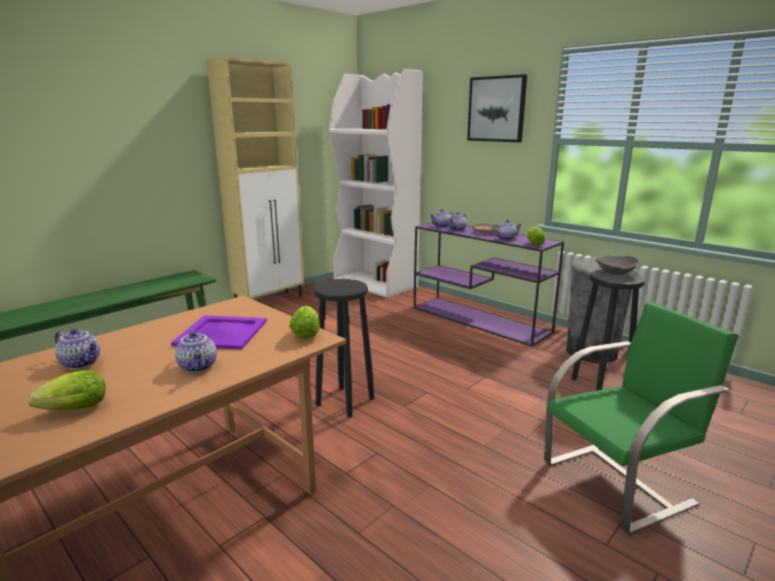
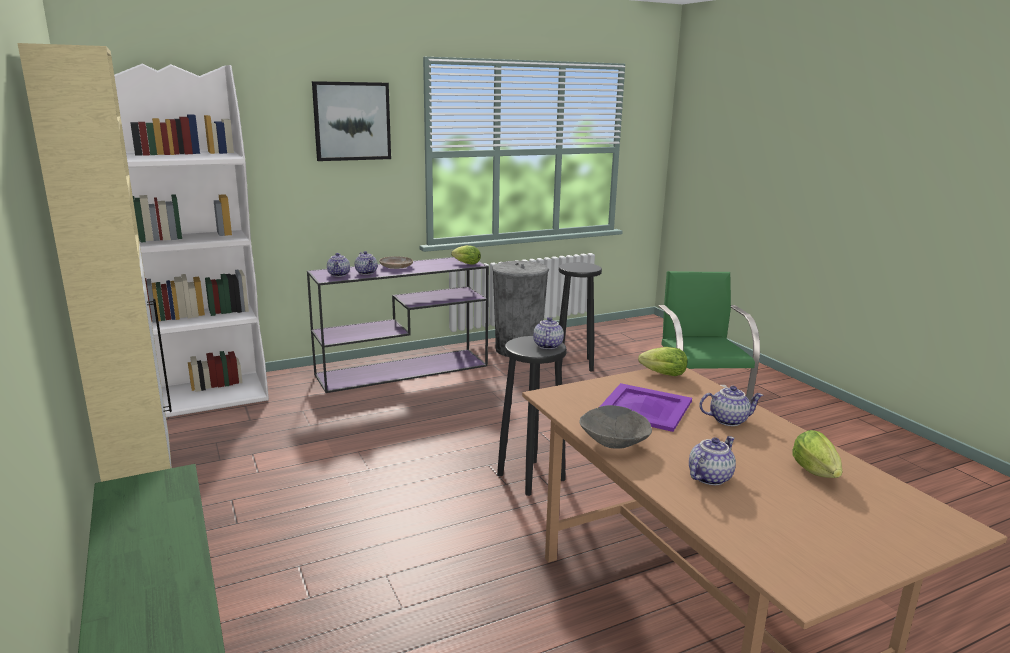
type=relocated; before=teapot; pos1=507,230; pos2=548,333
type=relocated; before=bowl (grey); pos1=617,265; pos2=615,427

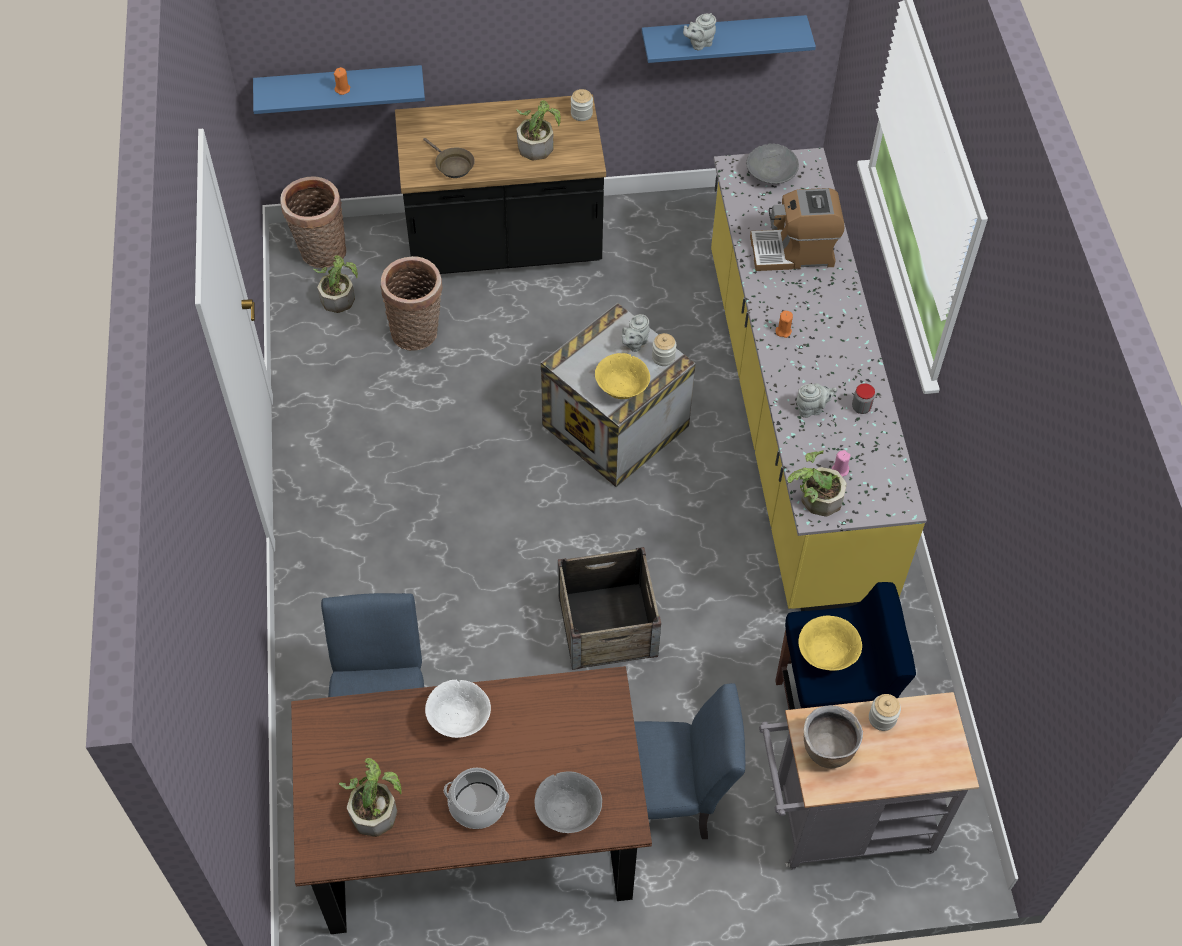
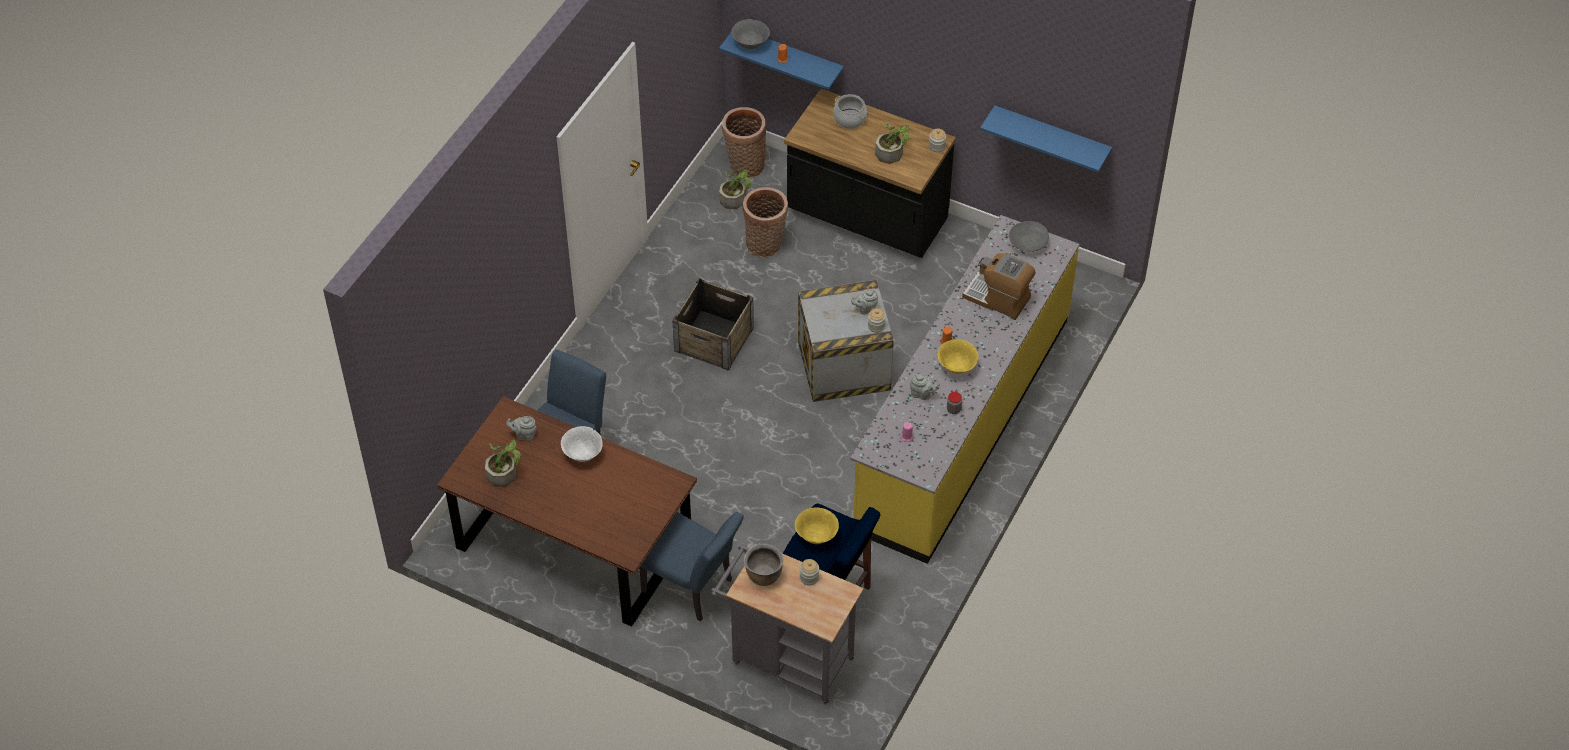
type=missing; before=frying pan (brown); pos1=449,158
type=missing; before=potted plant; pos1=817,483
type=relocated; before=cooking pot; pos1=476,798; pos2=850,111
type=relocated; before=bowl (grey); pos1=568,802; pos2=750,34
type=relocated; before=crate; pos1=609,608; pos2=713,325
type=relocated; before=bowl (yellow); pos1=622,376; pos2=957,356
type=relocated; before=teapot (grey); pos1=699,31; pos2=521,428

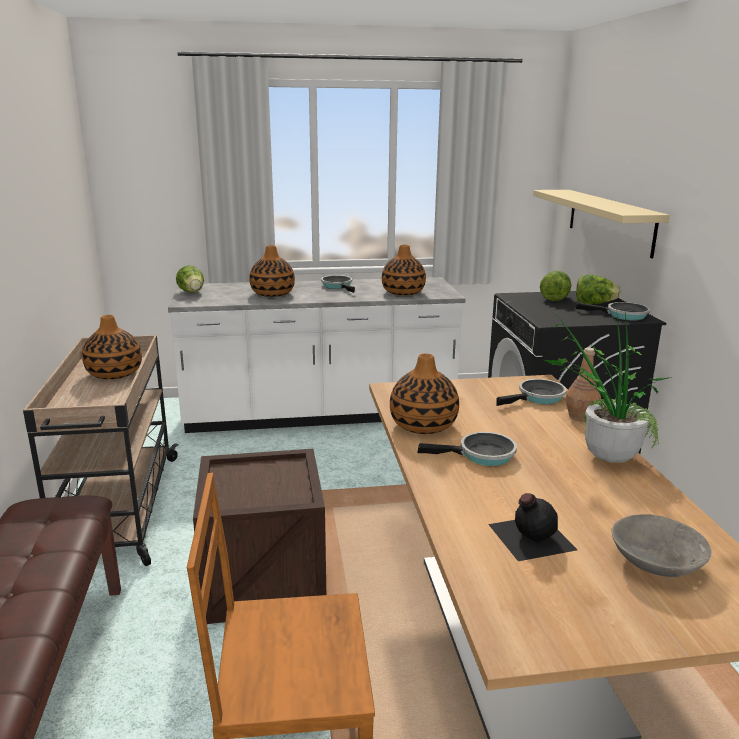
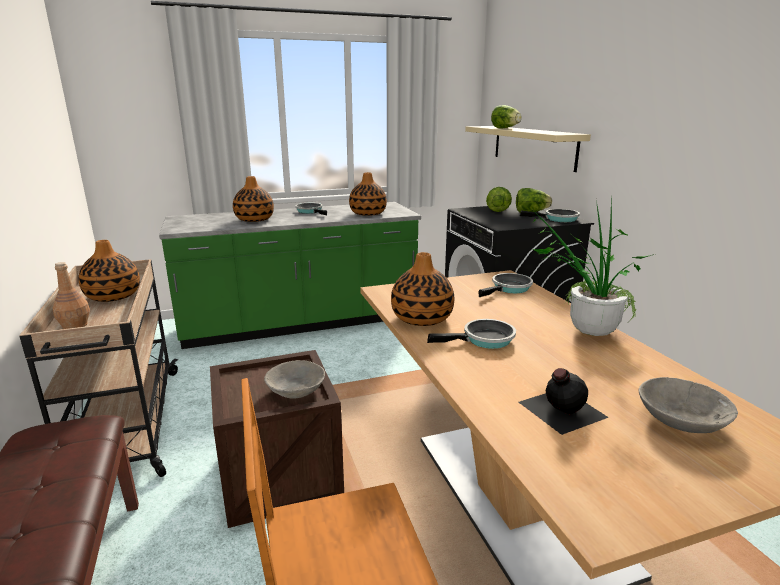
type=appeared; after=bowl (grey); pos2=294,379
type=relocated; before=lettuce; pos1=190,279; pos2=506,117
type=relocated; before=bottle (brown); pos1=583,384; pos2=71,295
type=colour; before=counter (white); after=counter (green); pos1=316,355; pos2=290,275

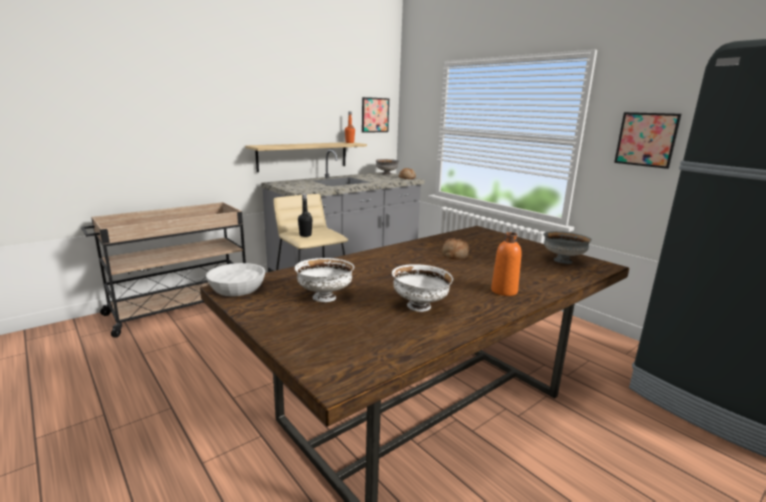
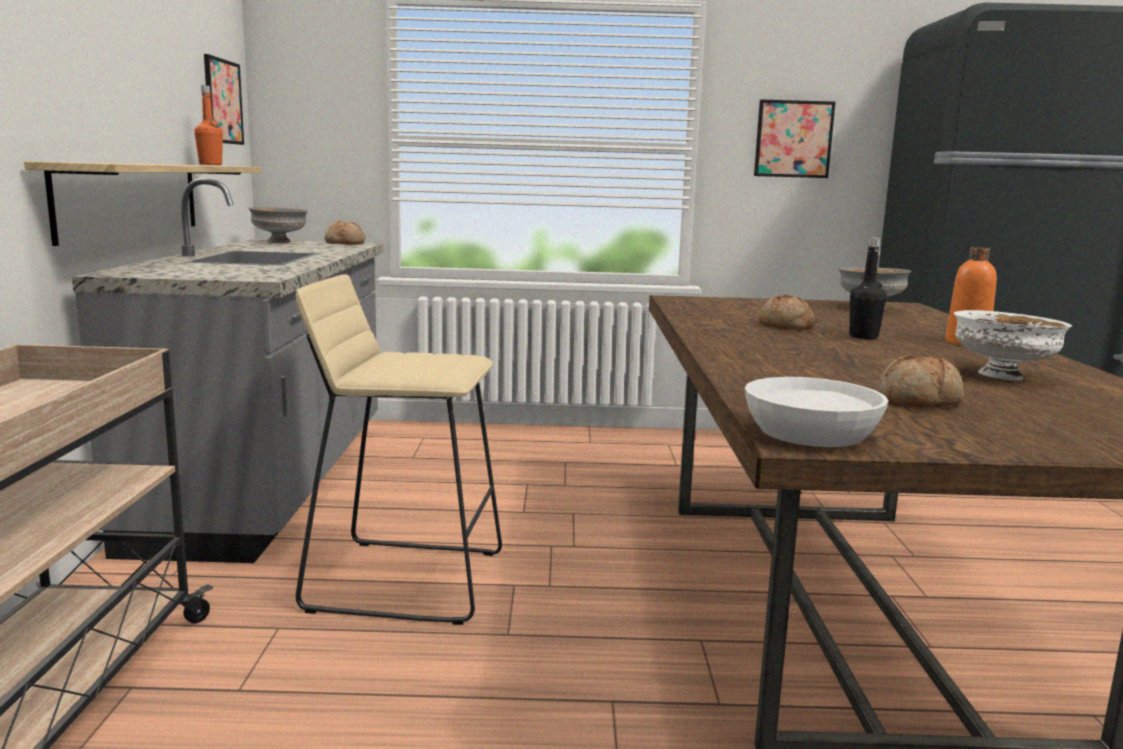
type=relocated; before=bottle (black); pos1=305,215; pos2=868,288
type=exchanged; before=bowl (white); after=bread; pos1=324,280; pos2=920,381

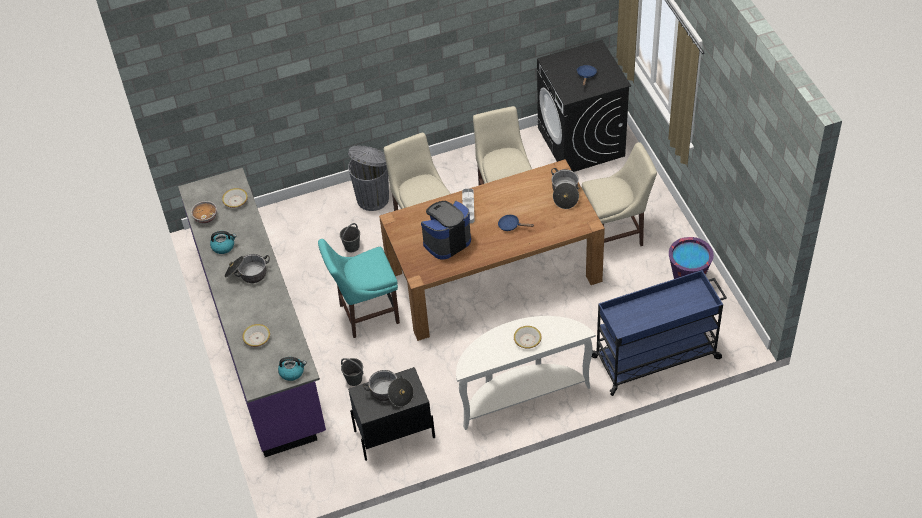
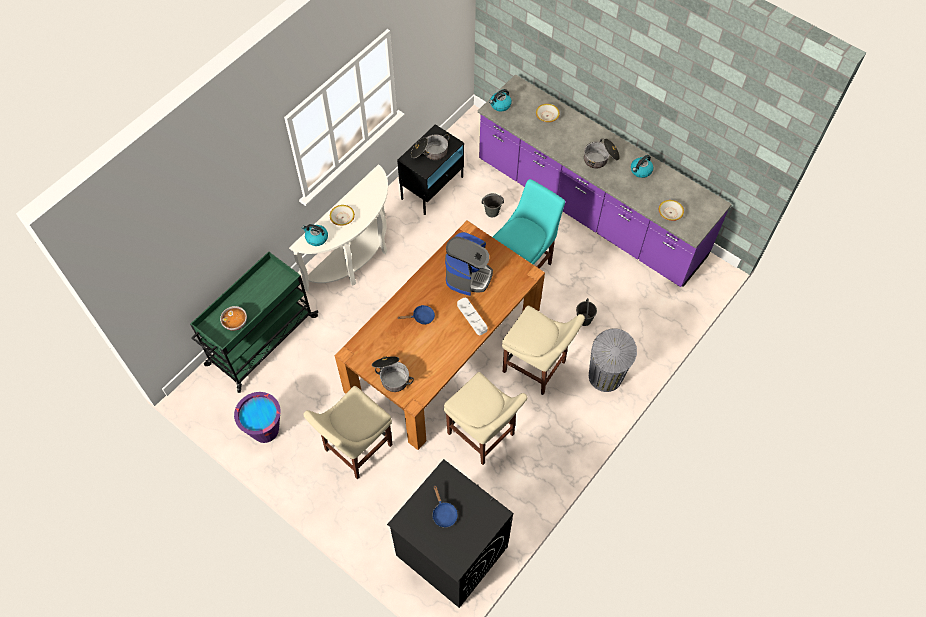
type=appeared; after=kettle; pos2=314,235
type=relocated; before=bowl; pos1=204,212; pos2=233,318
type=colour; before=cart (blue); after=cart (green); pos1=659,333; pos2=254,322

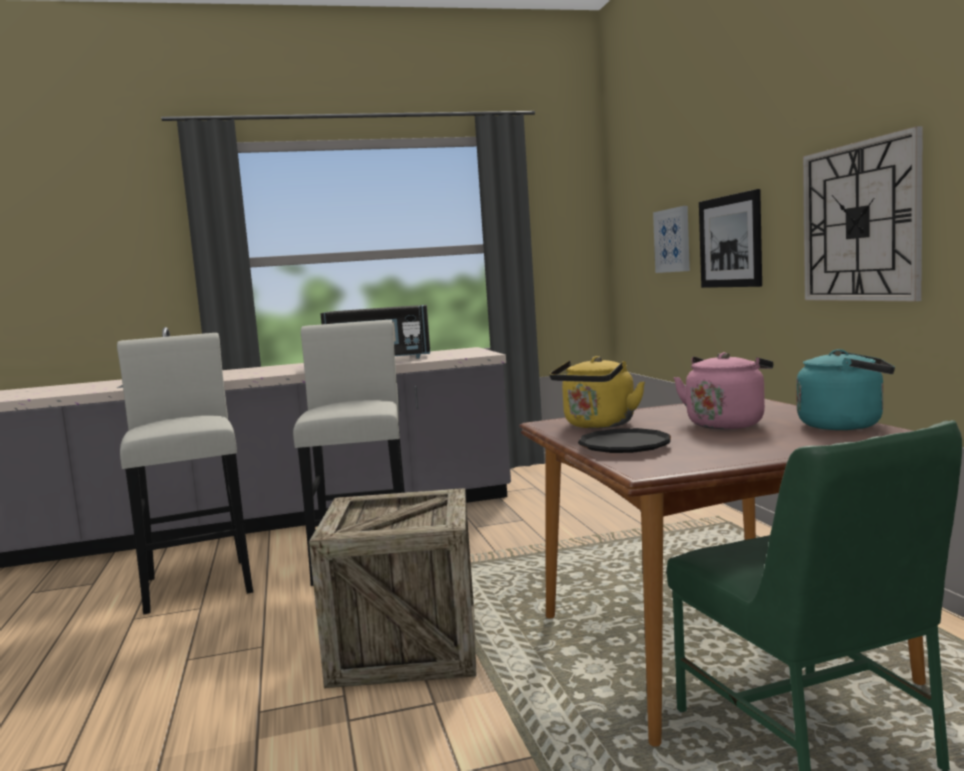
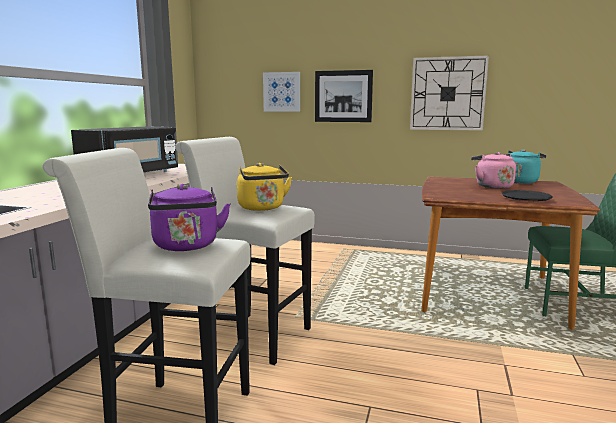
type=missing; before=crate; pos1=393,588
type=appeared; after=kettle (purple); pos2=189,217
type=relocated; before=kettle (yellow); pos1=597,392; pos2=264,187

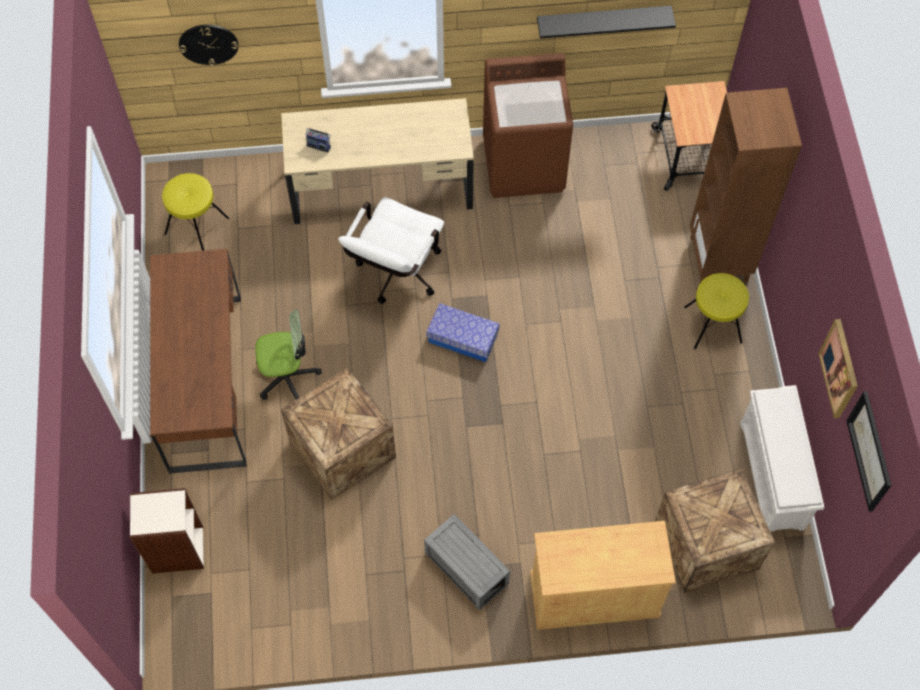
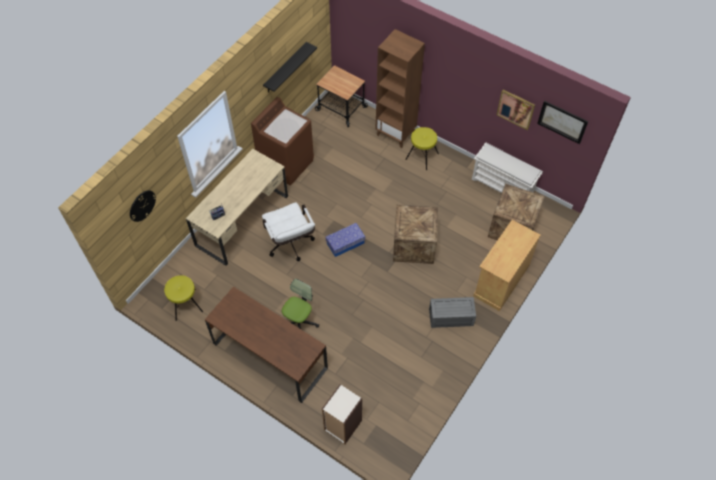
type=relocated; before=crate; pos1=338,433; pos2=415,234

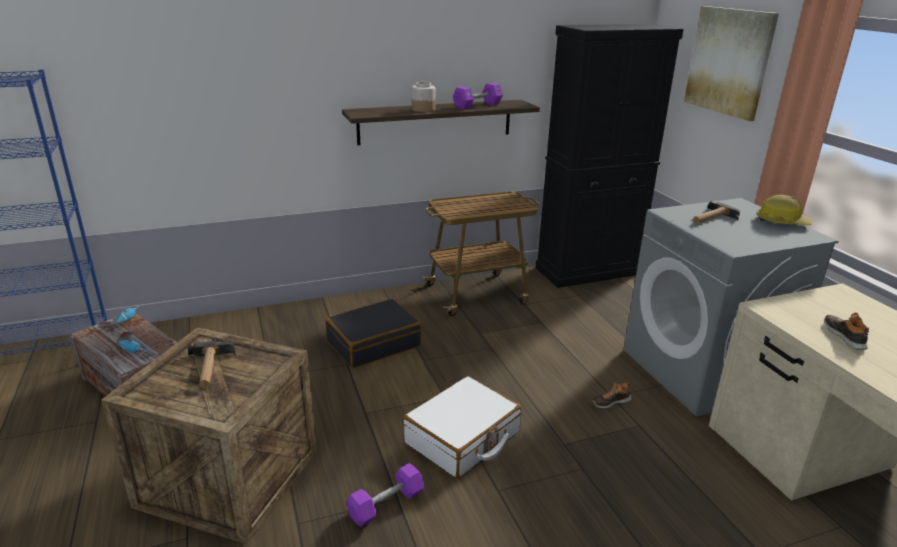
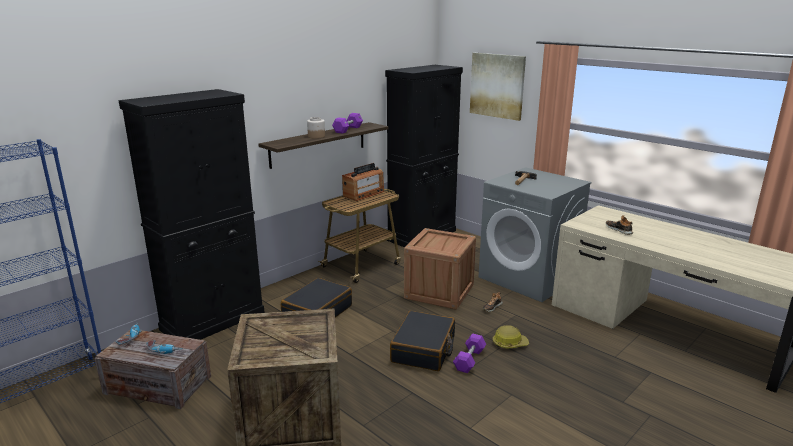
type=missing; before=hammer; pos1=212,364
type=appeared; after=cabinet (black); pos2=192,214
type=appeared; after=radio; pos2=363,182
type=appeared; after=crate; pos2=440,268
type=relocated; before=dumbbell (purple); pos1=385,495; pos2=469,353
type=relocated; before=hard hat; pos1=784,210; pos2=511,336
type=colour; before=suitcase (white); after=suitcase (black); pos1=462,427; pos2=422,341

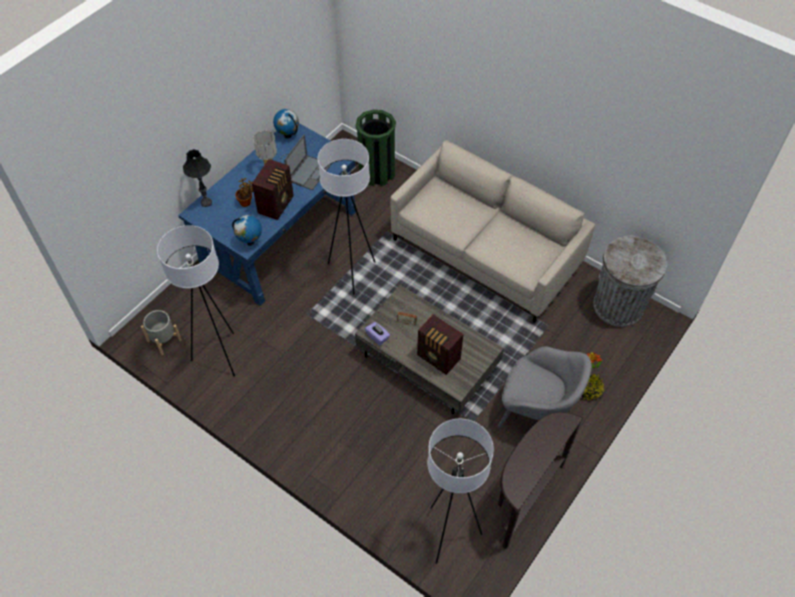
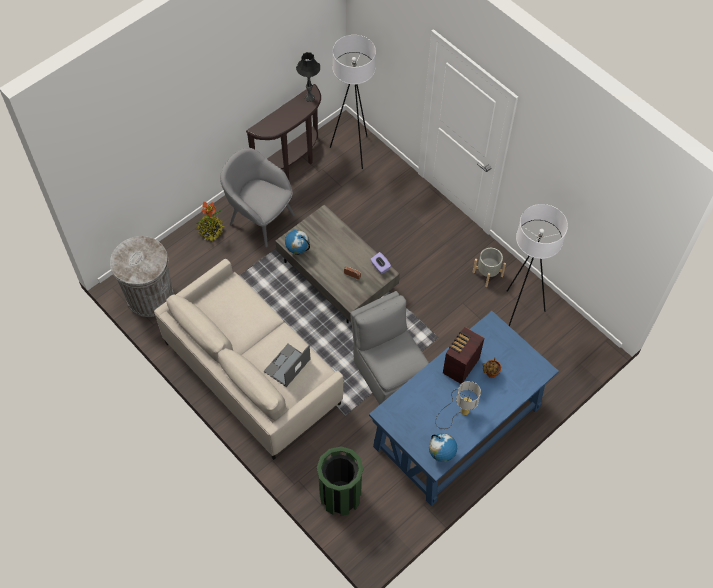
type=missing; before=radio; pos1=440,344
type=relocated; before=planter (grey); pos1=161,332; pos2=489,267
type=relocated; before=table lamp (black); pos1=197,178; pos2=308,77
type=relocated; before=globe; pos1=247,230; pos2=297,242
type=relocated; before=laptop; pos1=307,162; pos2=287,365
type=exchanged; before=floor lamp (white); after=chair (grey); pos1=346,217; pos2=390,348

